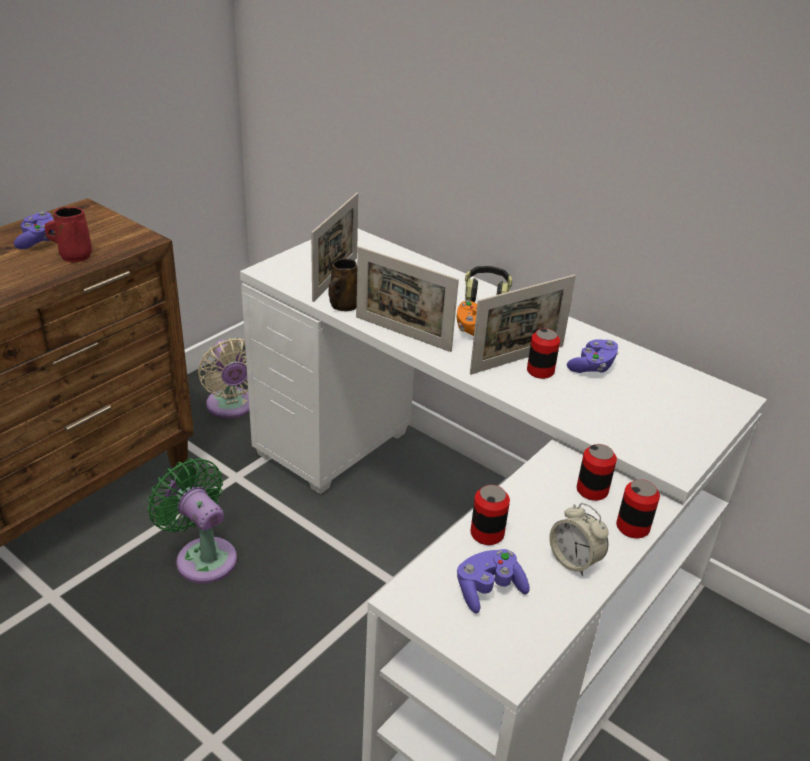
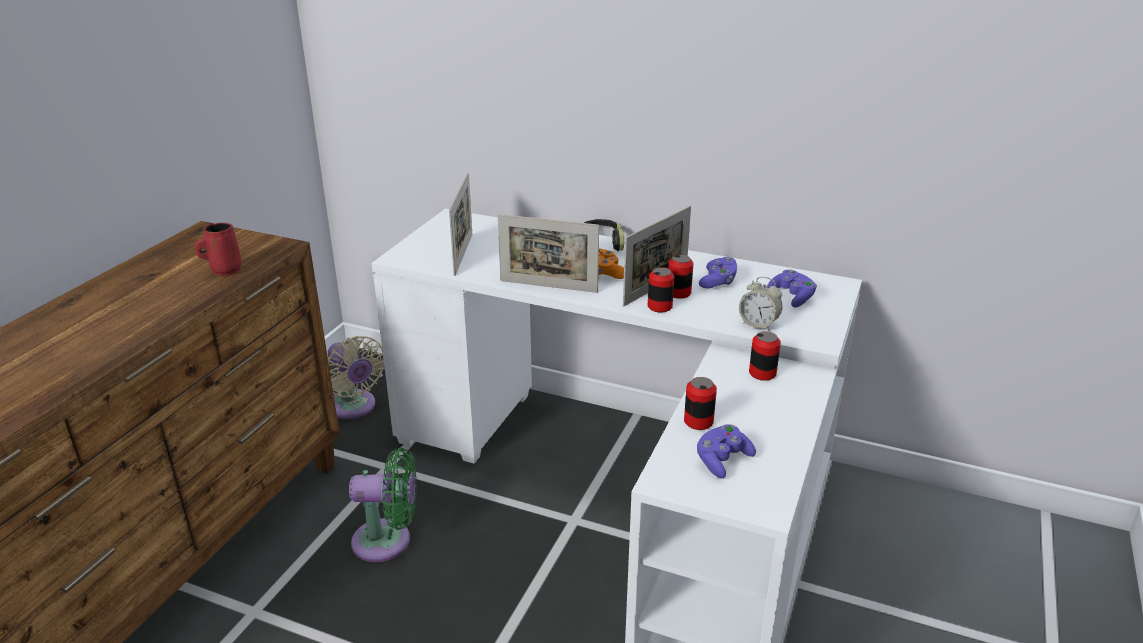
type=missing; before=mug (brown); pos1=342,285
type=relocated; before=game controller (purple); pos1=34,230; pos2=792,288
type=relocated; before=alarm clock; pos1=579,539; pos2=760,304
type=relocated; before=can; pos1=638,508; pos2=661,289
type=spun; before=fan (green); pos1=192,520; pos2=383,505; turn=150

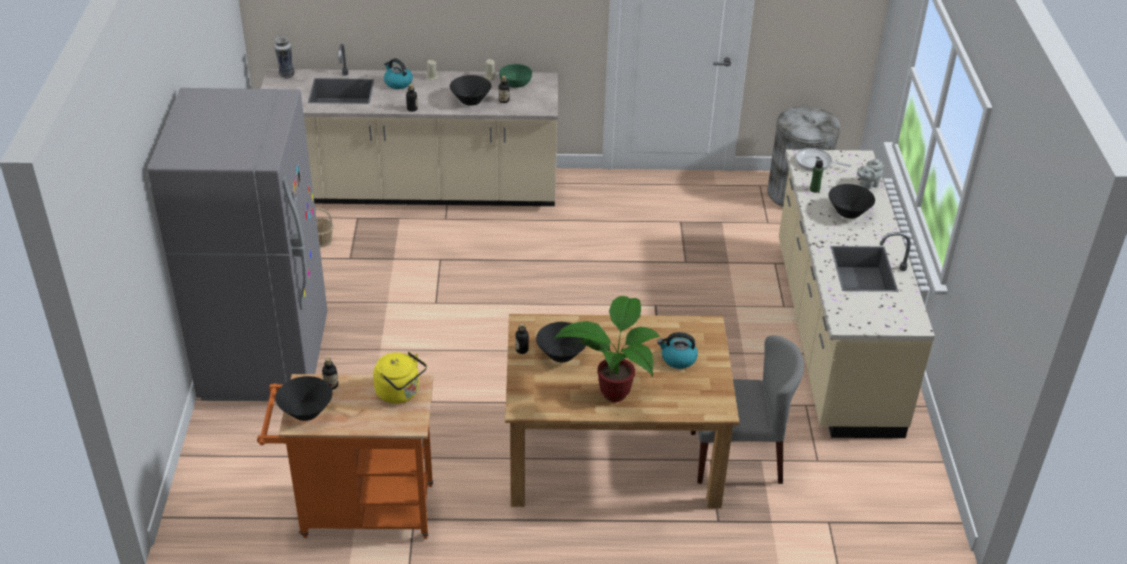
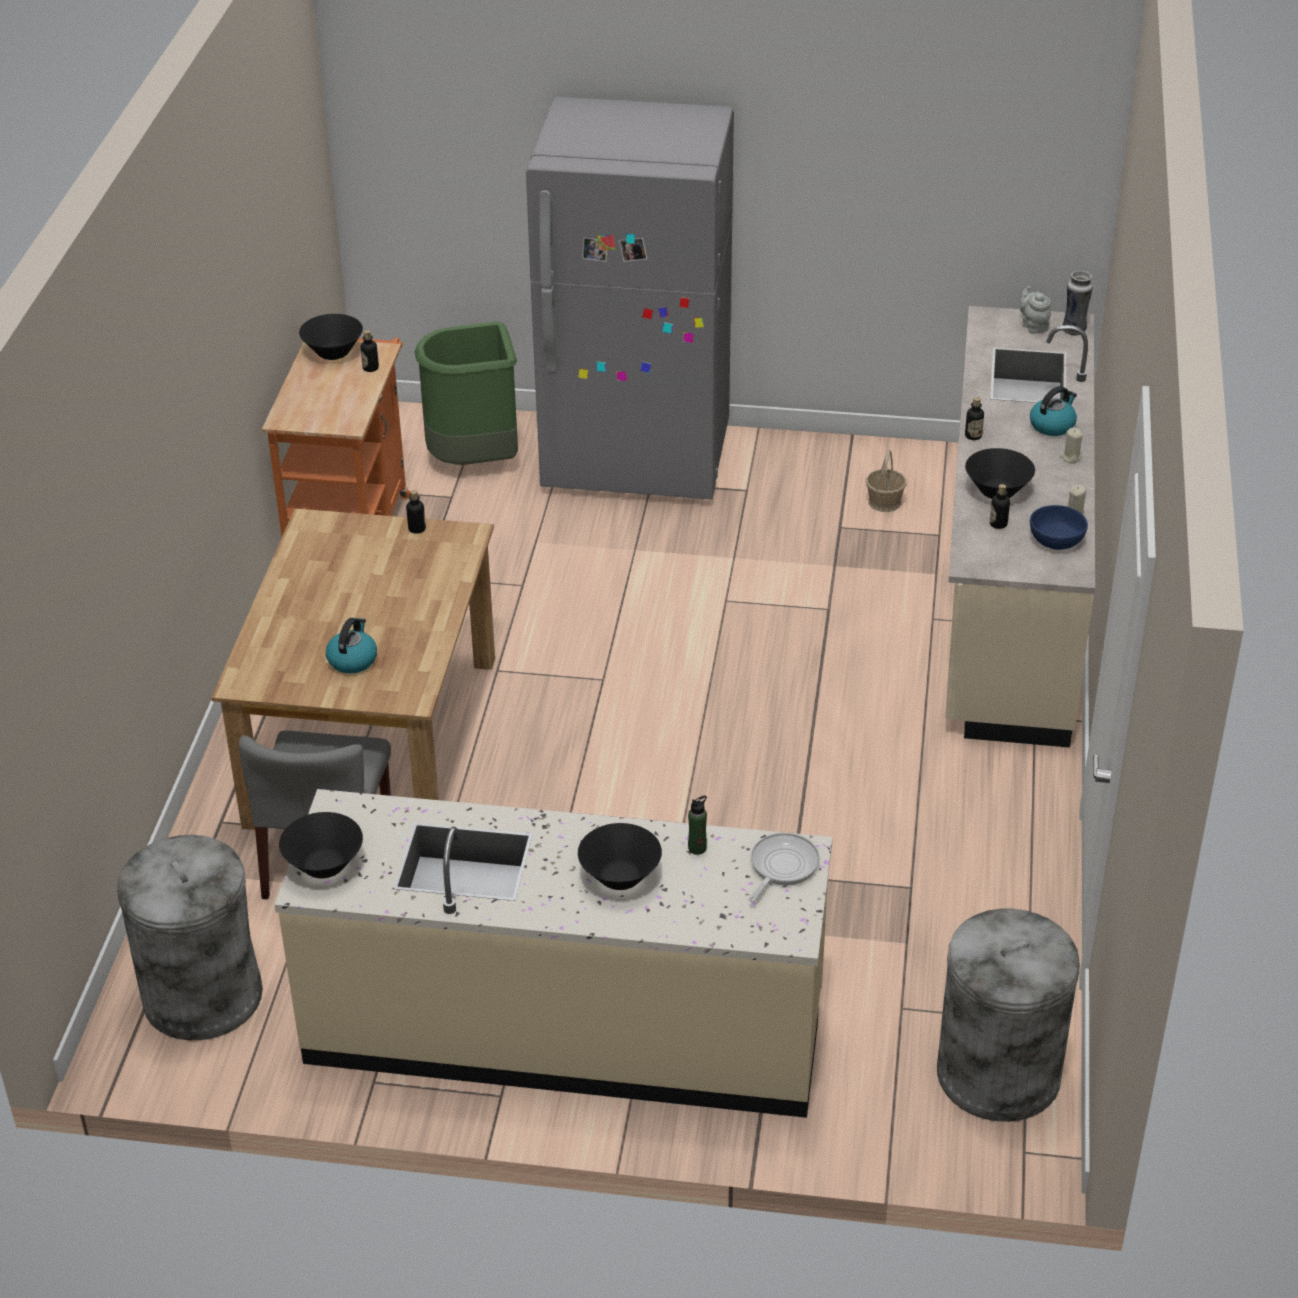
type=missing; before=kettle (yellow); pos1=400,378
type=missing; before=potted plant; pos1=607,349
type=appeared; after=trash can (grey); pos2=190,937
type=appeared; after=trash can (green); pos2=466,393
type=relocated; before=bowl (black); pos1=561,342; pos2=321,845
type=relocated; before=teapot (grey); pos1=870,174; pos2=1035,310
type=colour; before=bowl (green); after=bowl (blue); pos1=515,76; pos2=1059,527

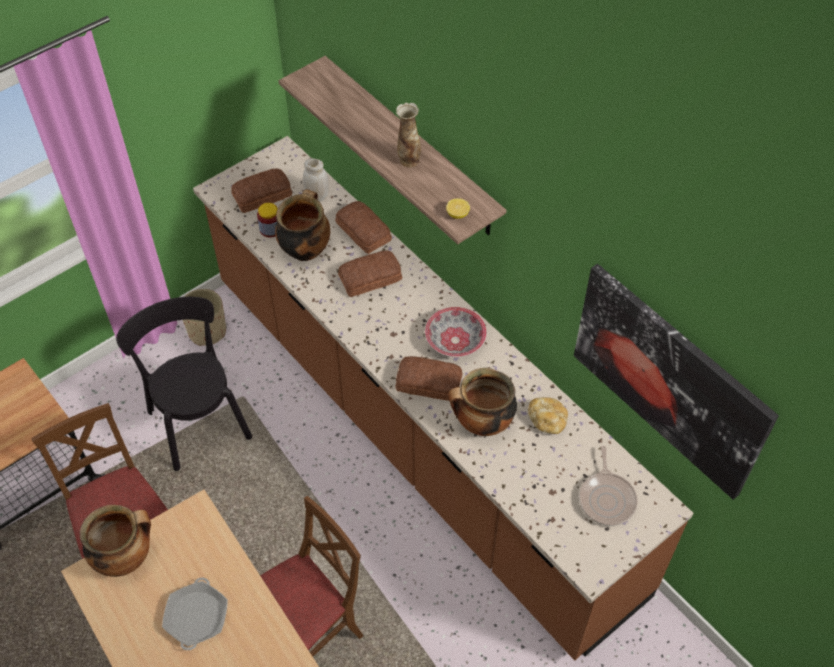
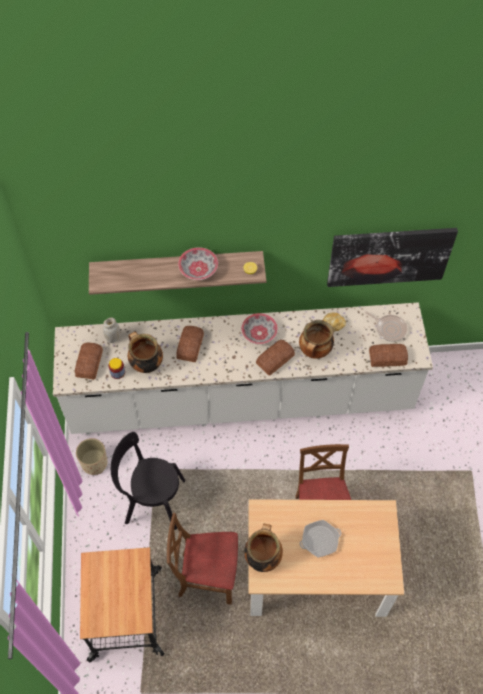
type=relocated; before=bread; pos1=363,227; pos2=388,355
type=exchanged; before=vase; after=bowl; pos1=408,135; pos2=198,263
type=colour; before=counter (brown); after=counter (white); pos1=443,398; pos2=243,368
type=spun; before=frying pan; pos1=195,614; pos2=320,538; turn=120

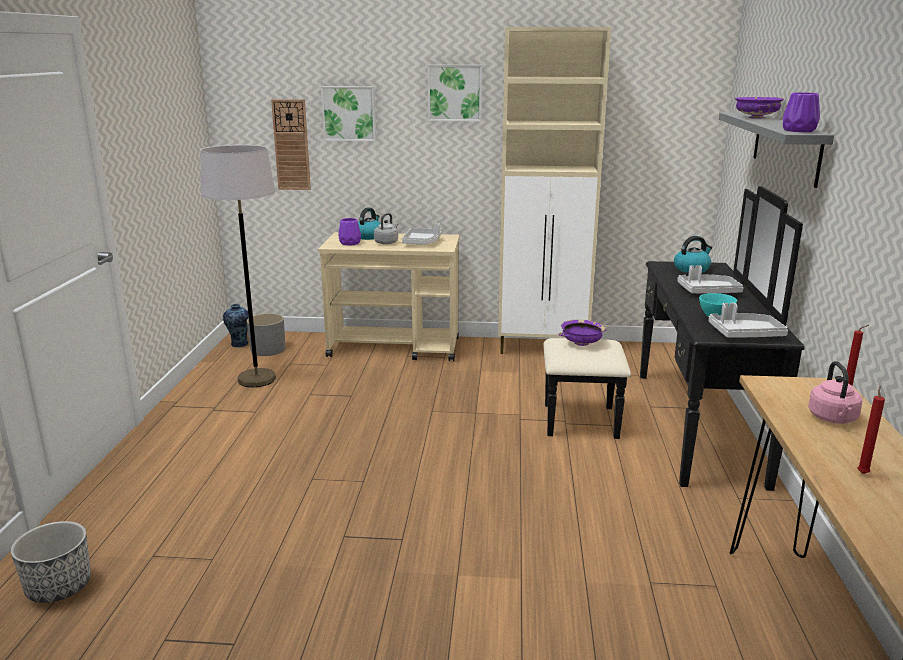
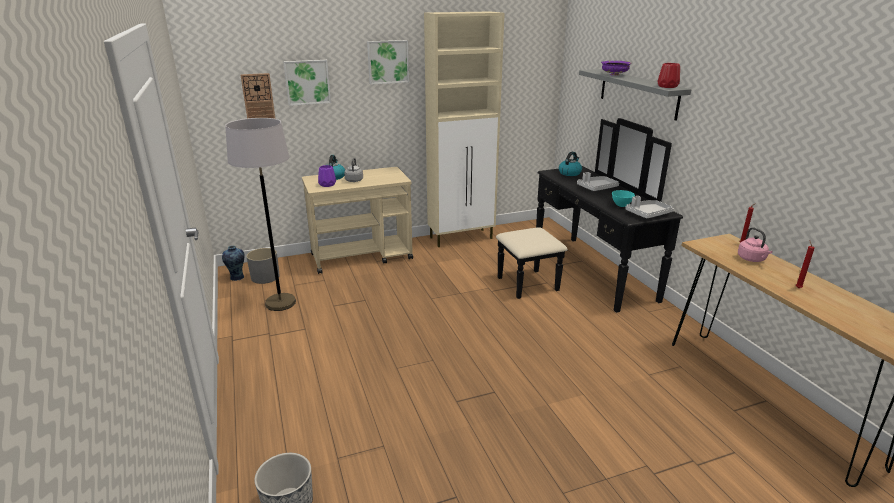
type=missing; before=tray (grey); pos1=421,234
type=missing; before=bowl (purple); pos1=583,333
type=colour; before=vase (purple); after=vase (red); pos1=801,112; pos2=668,75

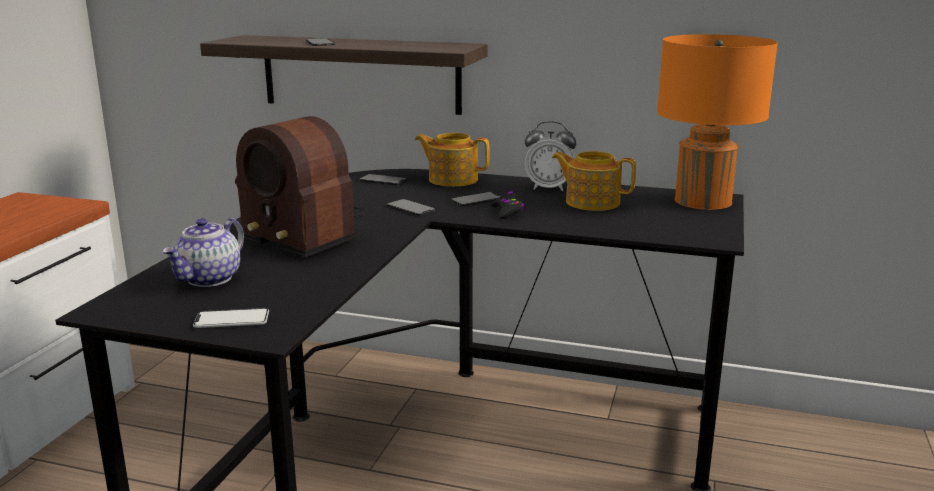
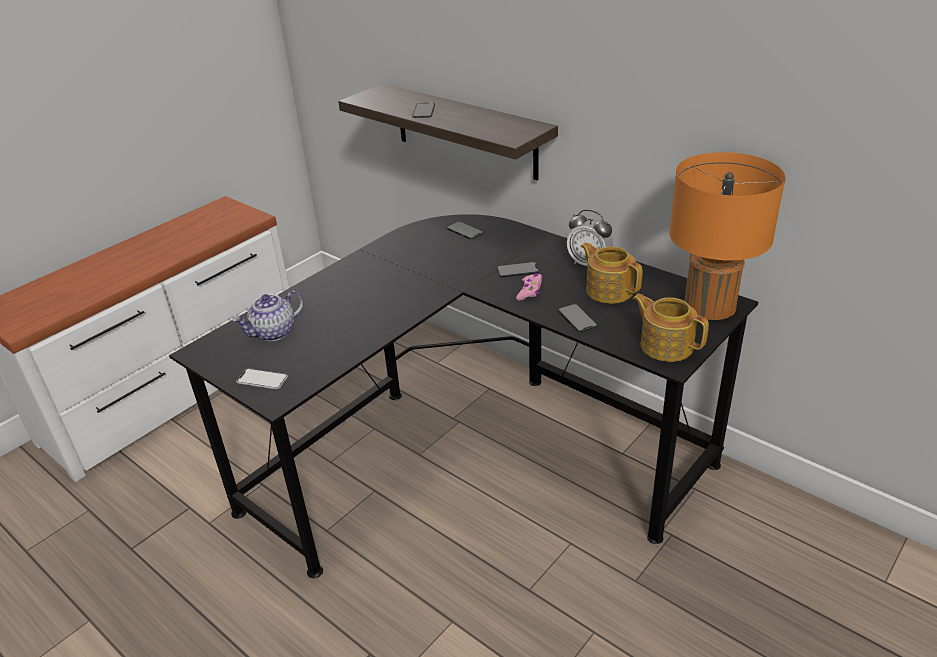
type=missing; before=radio; pos1=301,187
type=relocated; before=phone; pos1=411,207; pos2=577,318
type=relocated; before=teapot; pos1=452,160; pos2=670,328
type=colour; before=game controller (black); after=game controller (pink); pos1=507,205; pos2=529,287

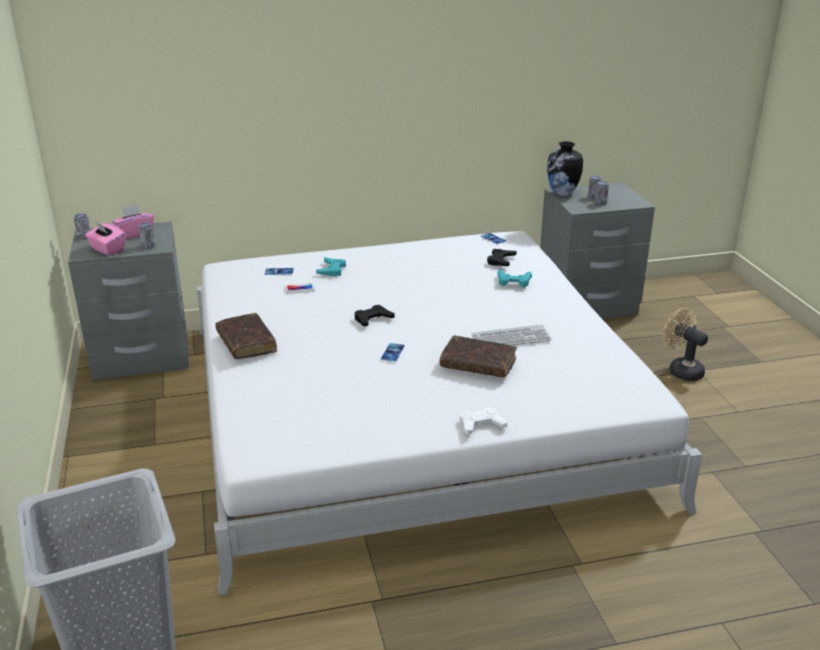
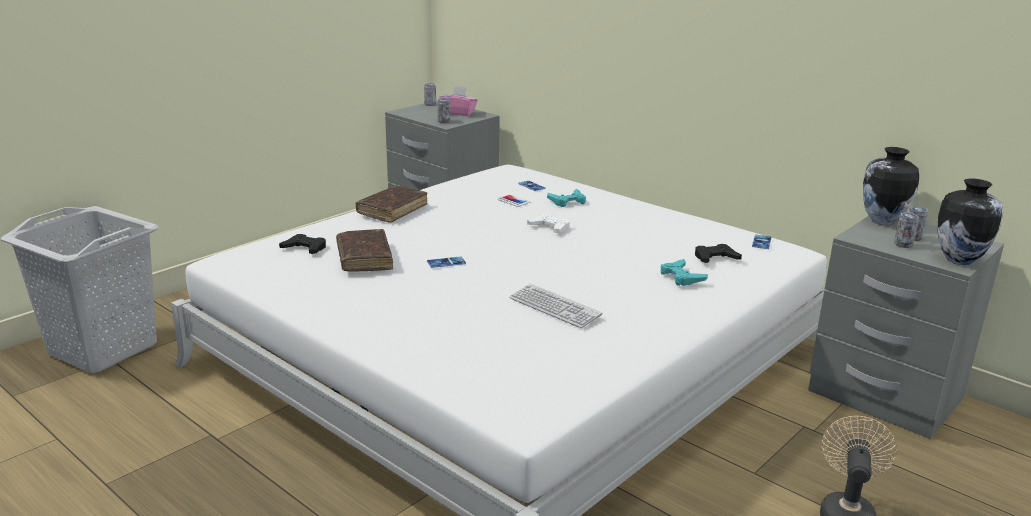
type=missing; before=tissue box (pink); pos1=105,238
type=appeared; after=vase; pos2=970,221
type=relocated; before=game controller (black); pos1=375,316; pos2=302,244
type=relocated; before=book (brown); pos1=478,357; pos2=364,250
type=relocated; before=game controller (white); pos1=484,421; pos2=548,223

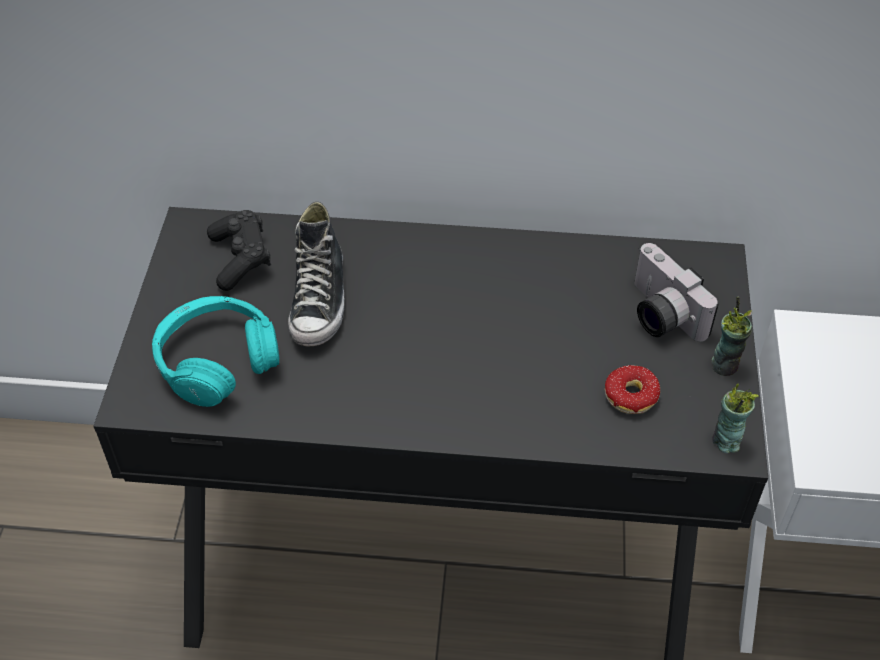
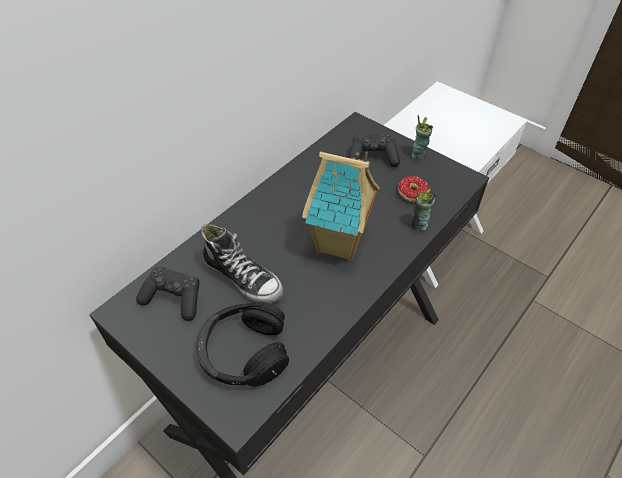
type=appeared; after=toy house; pos2=341,206
type=relocated; before=cup; pos1=735,418; pos2=423,210
type=exchanged; before=photo camera; after=game controller (black); pos1=676,292; pos2=374,151
type=colour; before=headphones (turquoise); after=headphones (black); pos1=215,351; pos2=242,344

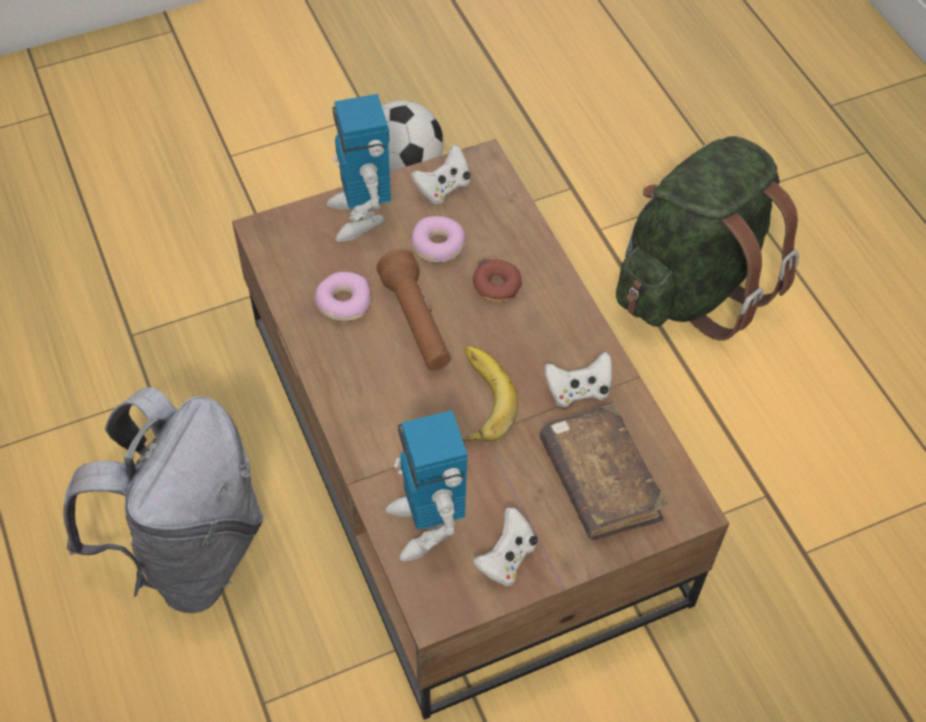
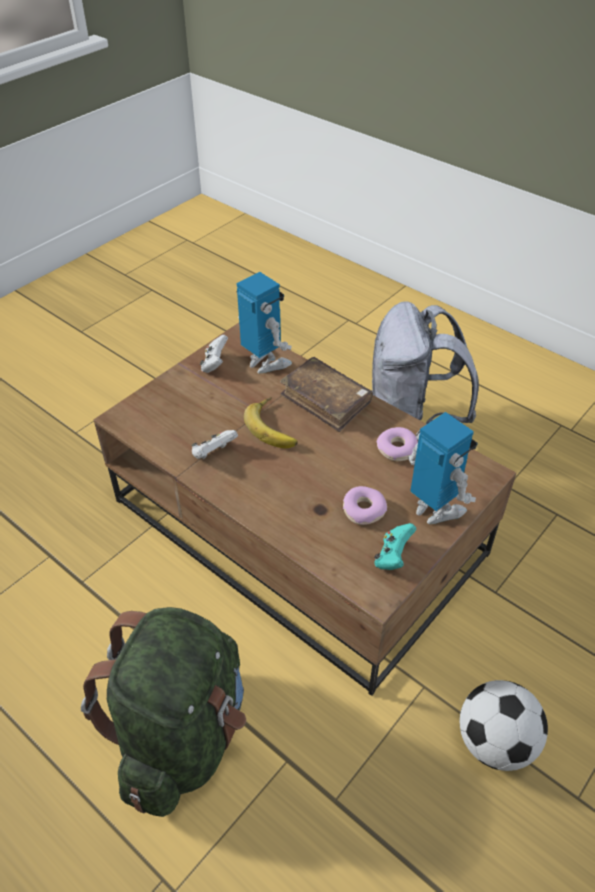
type=missing; before=flashlight (brown); pos1=414,310
type=missing; before=donut; pos1=497,281
type=relocated; before=book (brown); pos1=604,472; pos2=326,394
type=colour; before=game controller (white); after=game controller (turquoise); pos1=440,174; pos2=395,546

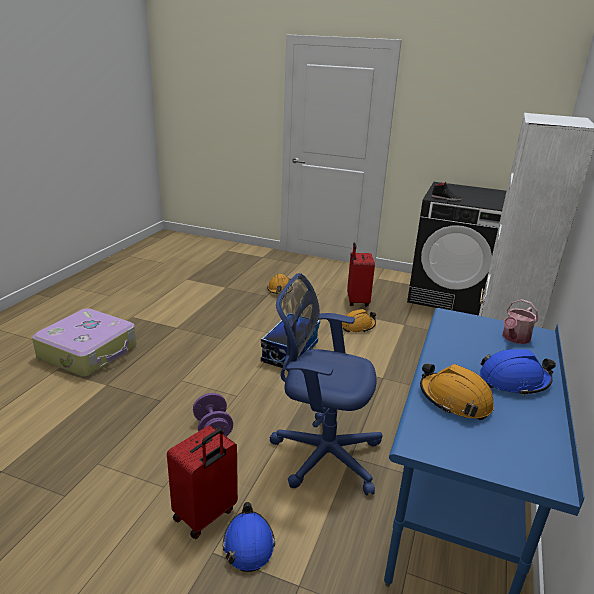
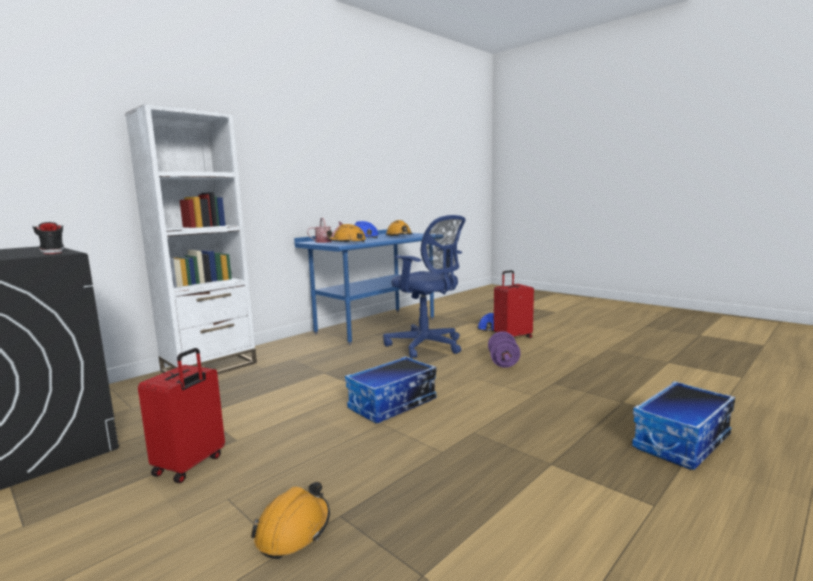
type=relocated; before=hard hat (orange); pos1=359,321; pos2=346,233
type=exchanged; before=suitcase; after=storage box; pos1=84,342; pos2=683,425

